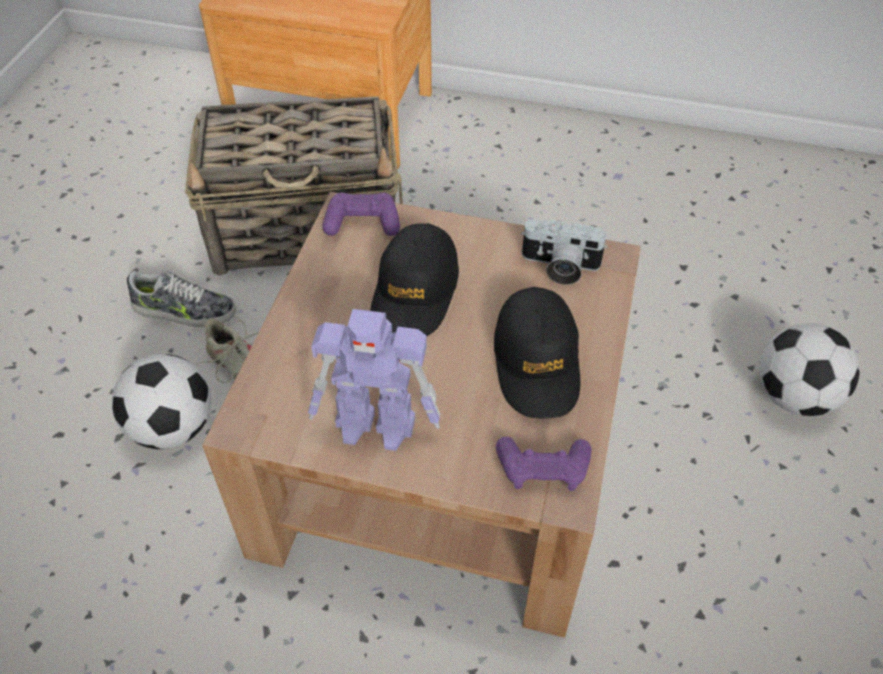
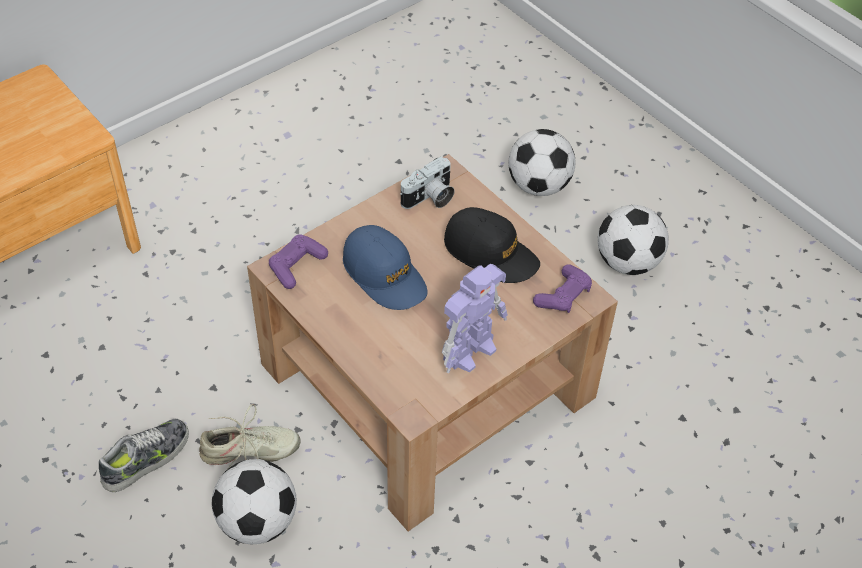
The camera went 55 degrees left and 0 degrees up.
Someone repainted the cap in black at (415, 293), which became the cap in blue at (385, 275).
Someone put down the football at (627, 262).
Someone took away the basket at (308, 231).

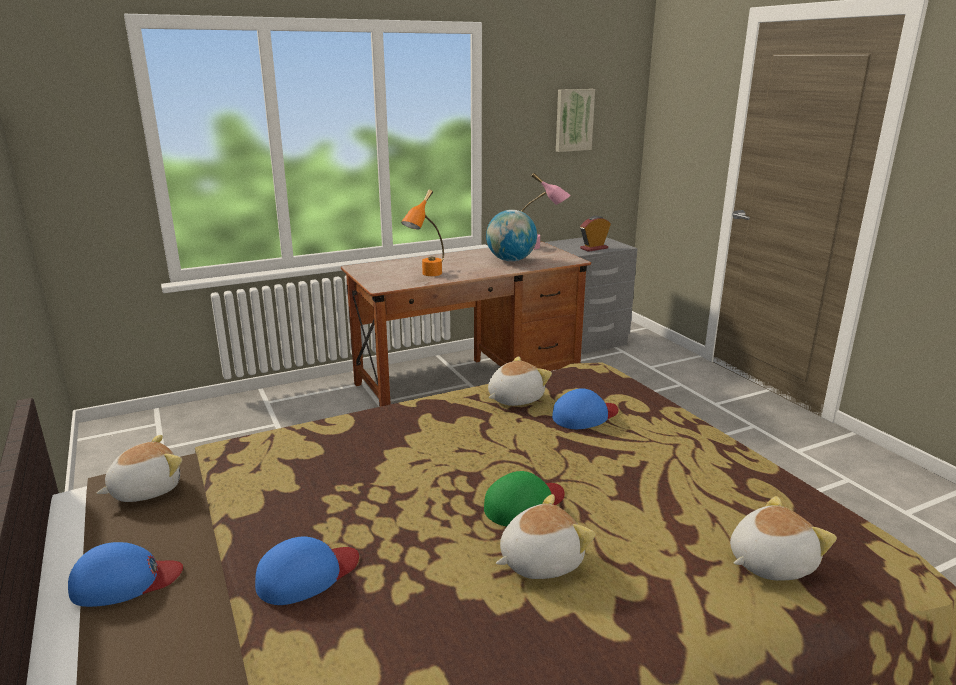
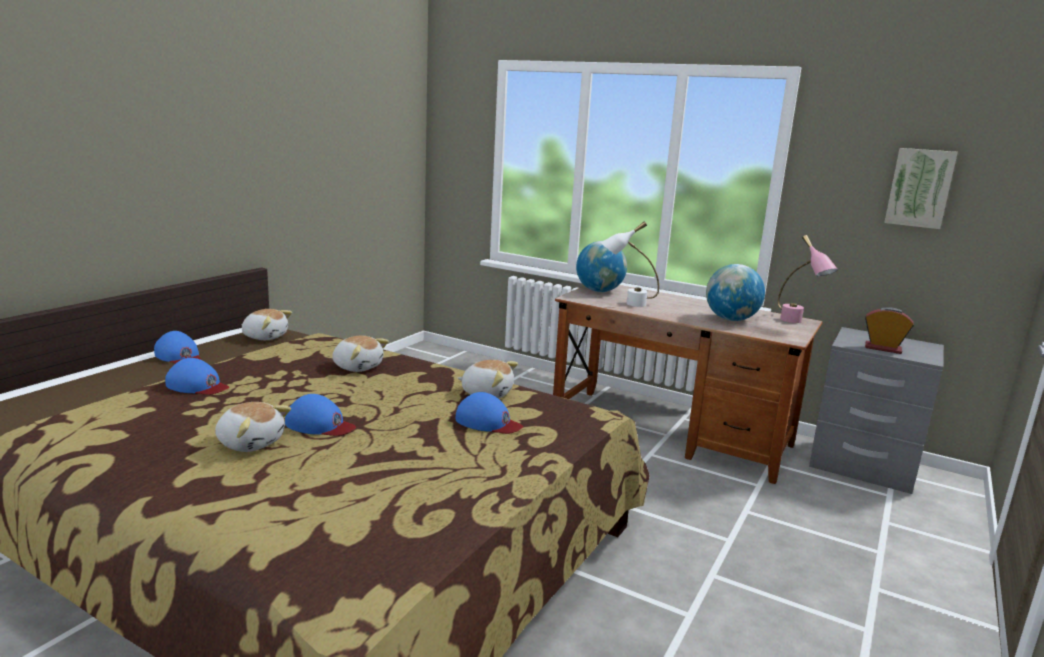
The camera went 55 degrees right and 5 degrees down.
Someone repainted the cap in green at (524, 504), which became the cap in blue at (319, 425).
Someone carried the plush toy from (769, 562) to (358, 367).
Someone put down the globe at (599, 291).
Someone repainted the table lamp in orange at (426, 276), which became the table lamp in white at (626, 303).

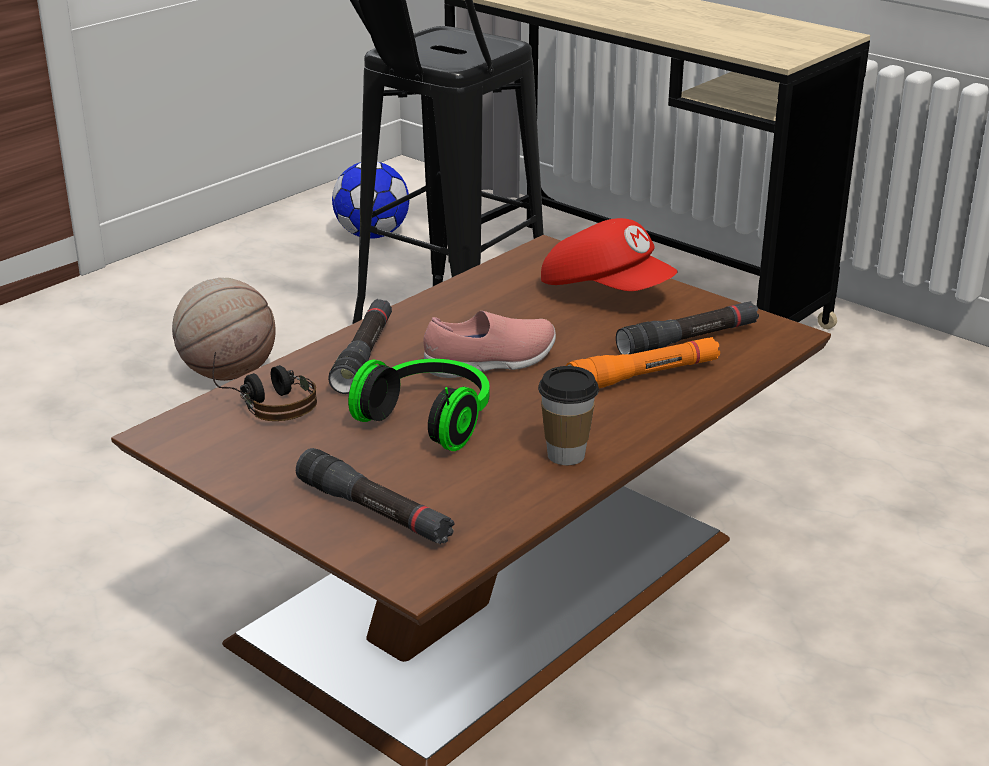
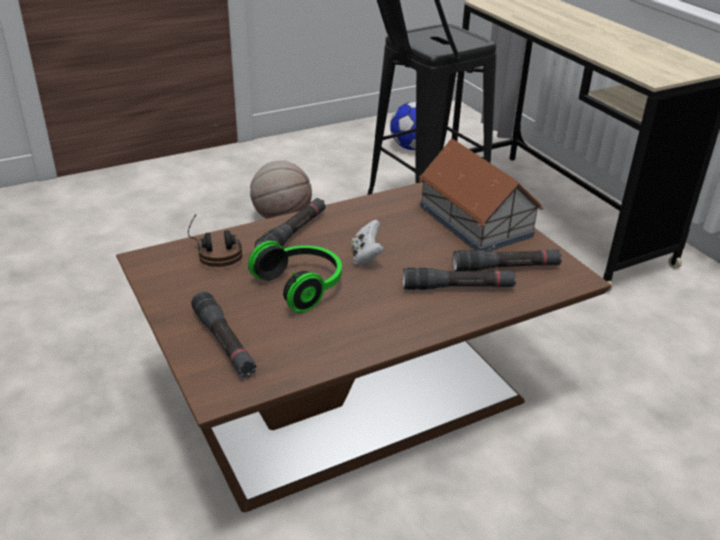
The camera went 20 degrees right and 5 degrees up.
Someone swapped the shoe in pink at (491, 364) for the game controller in white at (366, 256).
Someone repainted the flashlight in orange at (643, 376), which became the flashlight in black at (458, 287).
Someone swapped the cap in red at (606, 291) for the toy house at (475, 220).
Someone took away the cup at (566, 455).

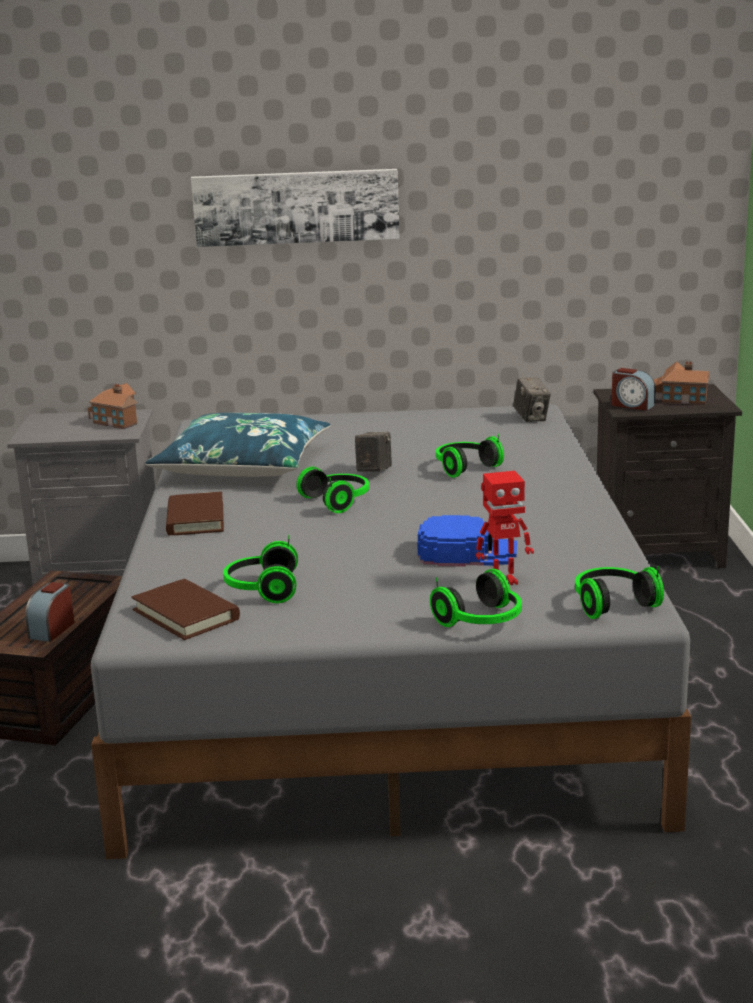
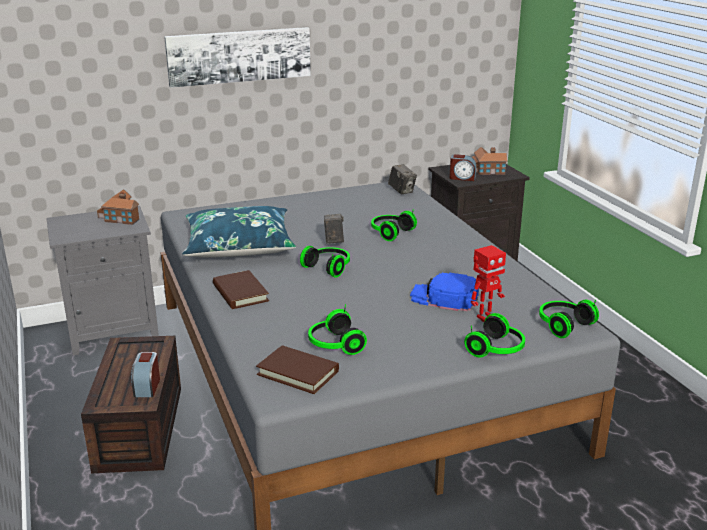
The camera went 20 degrees left and 5 degrees up.
Someone rotated the cap in blue at (467, 552) by 150 degrees counterclockwise.

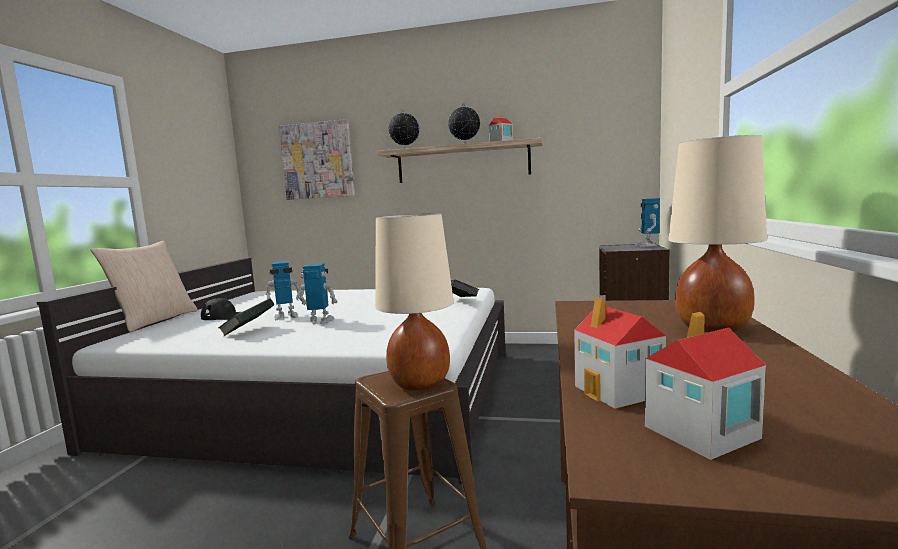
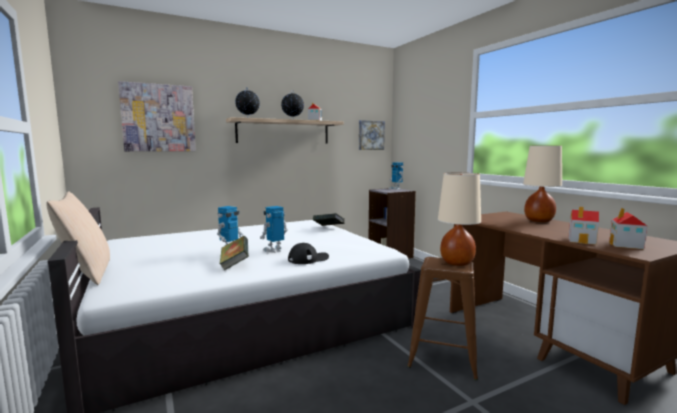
The camera went 40 degrees left and 0 degrees up.
Someone carried the cap in black from (224, 316) to (308, 259).
Someone put up the picture at (370, 135).

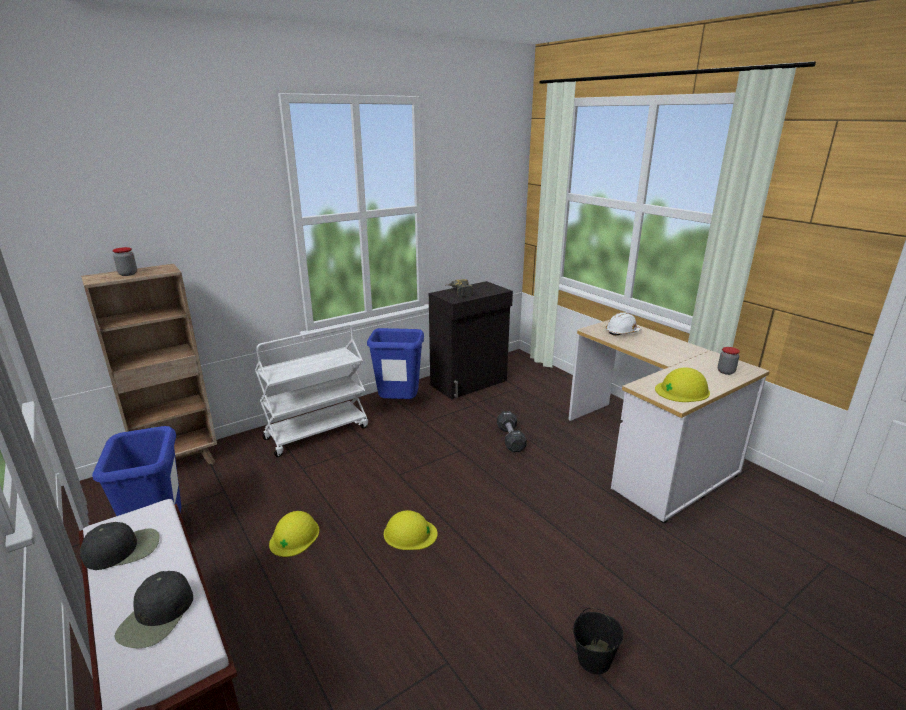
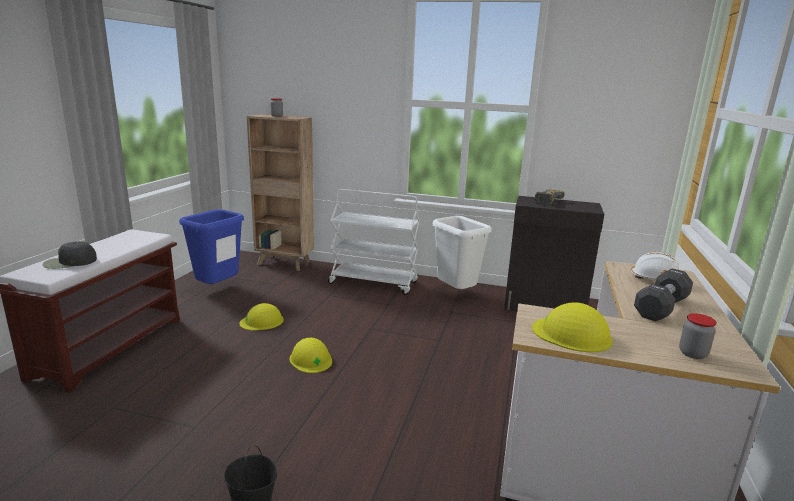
The camera went 50 degrees right and 5 degrees down.
Someone repainted the trash can in blue at (398, 405), which became the trash can in white at (455, 294).
Someone carried the dumbbell in black from (510, 439) to (661, 307).
Someone took away the cap in black at (123, 549).

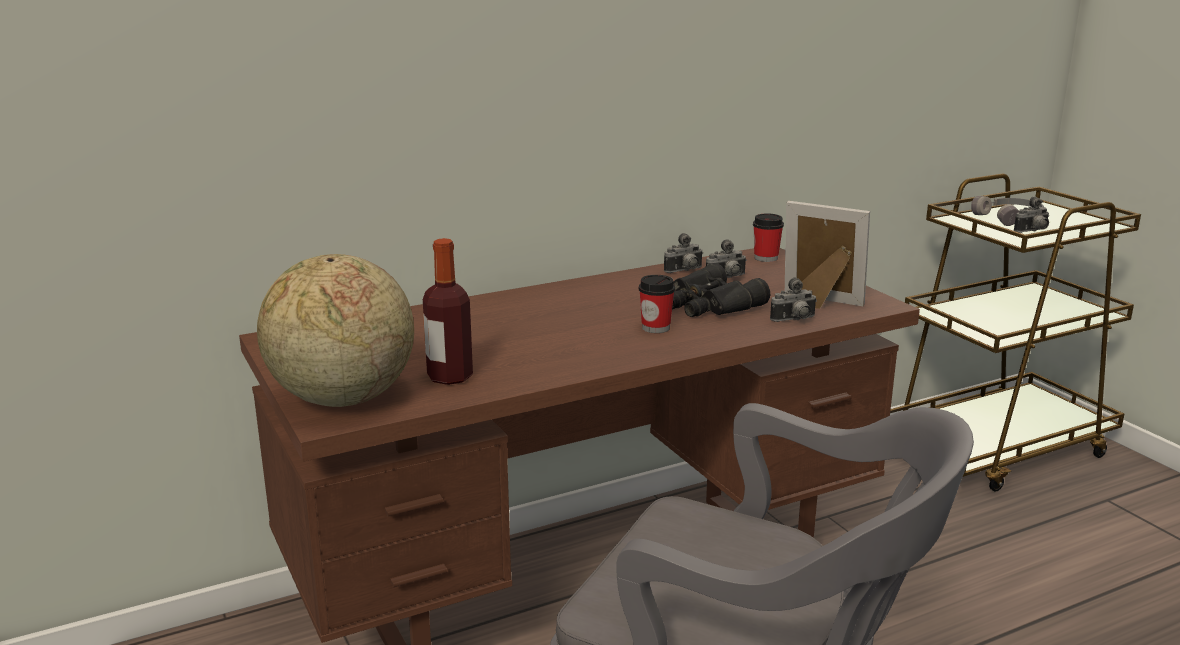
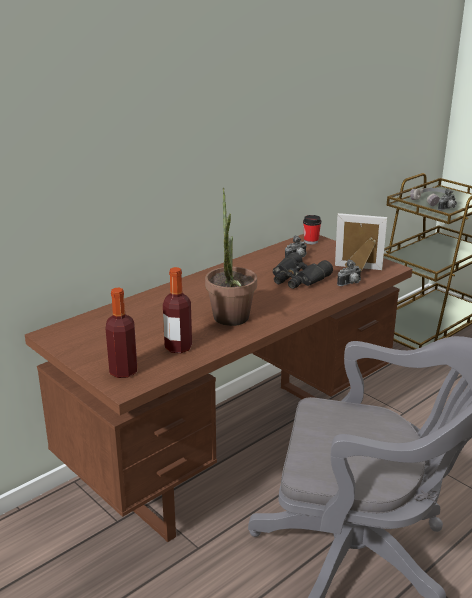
The camera went 15 degrees left and 5 degrees up.
Someone swapped the globe at (342, 399) for the bottle at (123, 371).
Someone put down the potted plant at (231, 321).
Someone took away the cup at (655, 328).
Someone took away the photo camera at (685, 271).

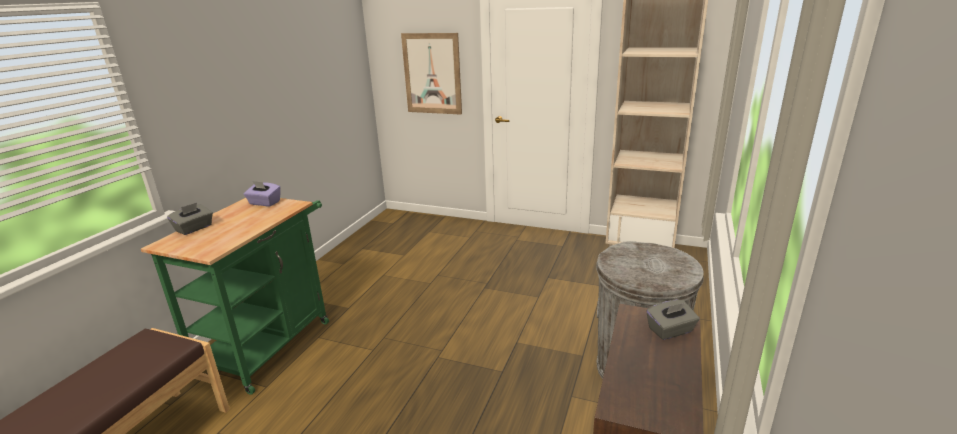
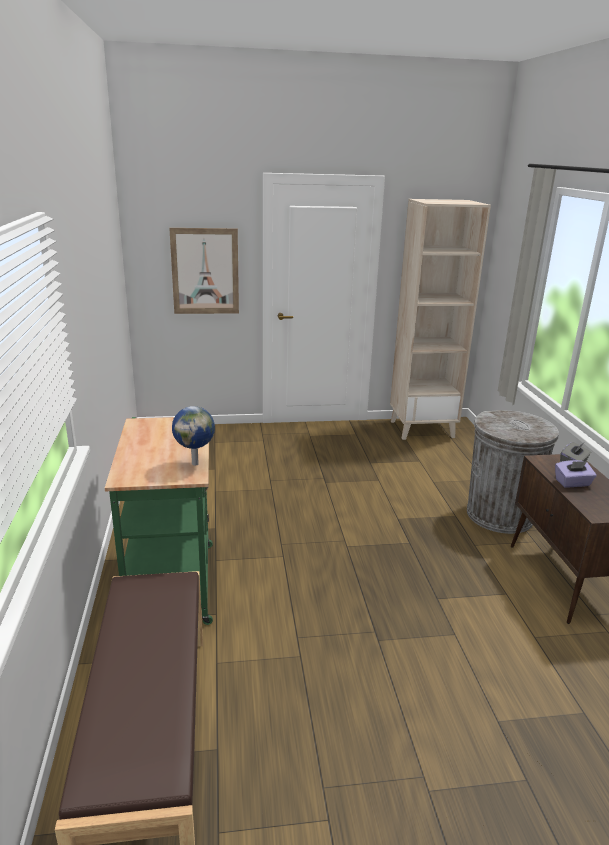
The camera went 30 degrees left and 0 degrees up.
Someone put down the globe at (195, 463).
Someone carried the tissue box in purple from (264, 203) to (572, 483).
Someone took away the tissue box in grey at (194, 228).

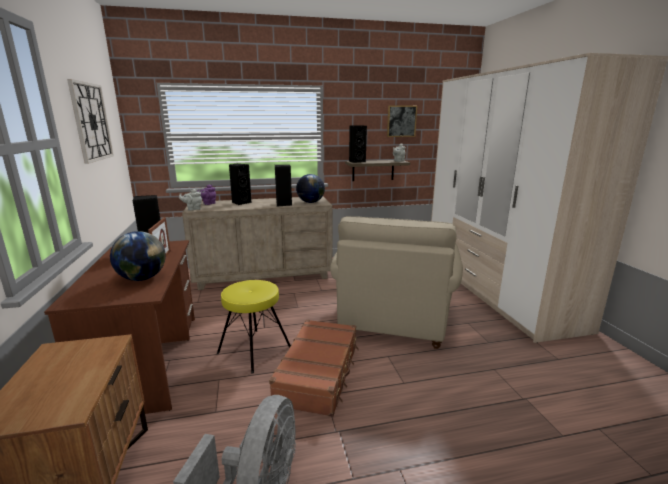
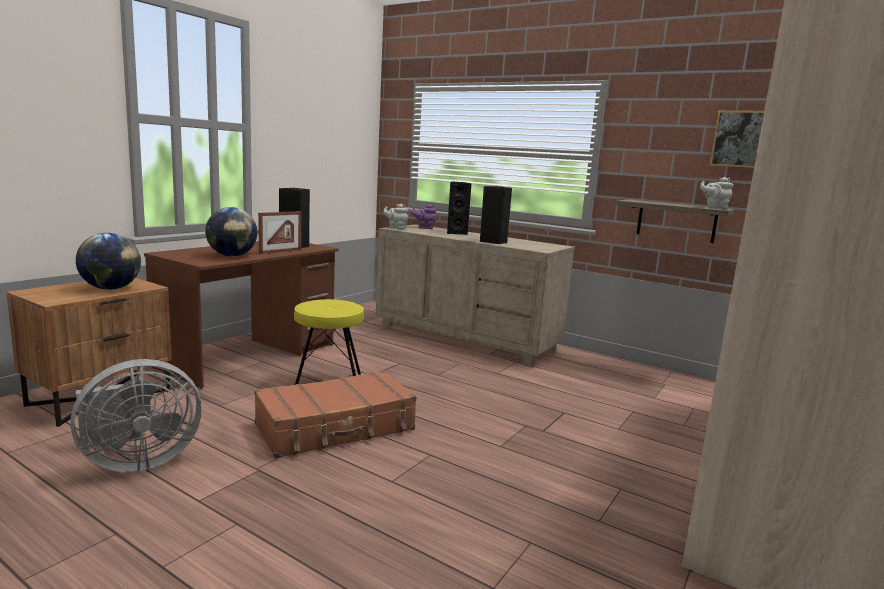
The camera went 45 degrees right and 5 degrees down.
Someone carried the globe from (310, 202) to (111, 288).
Someone took away the wall clock at (91, 122).
Someone took away the armchair in beige at (394, 317).
Someone took away the speaker in black at (356, 161).

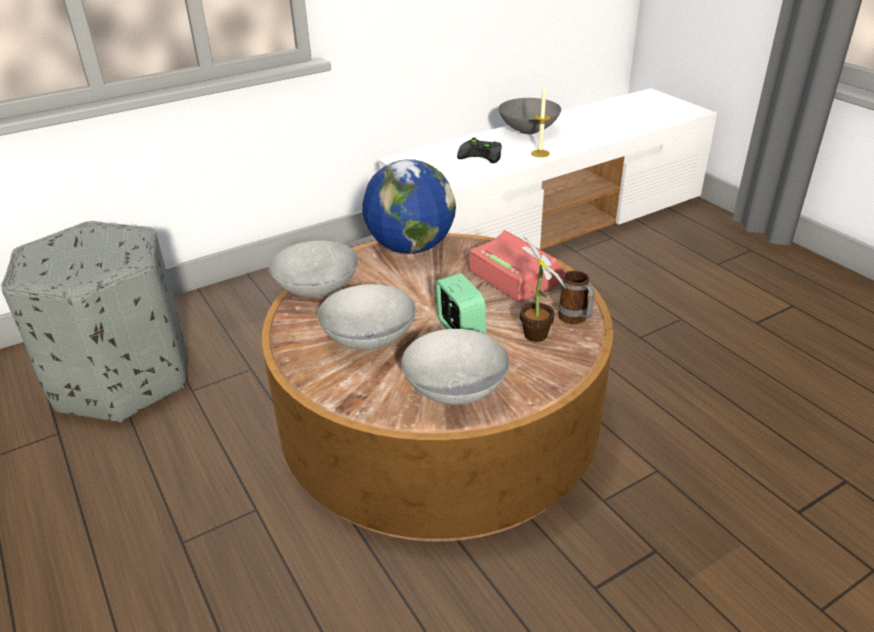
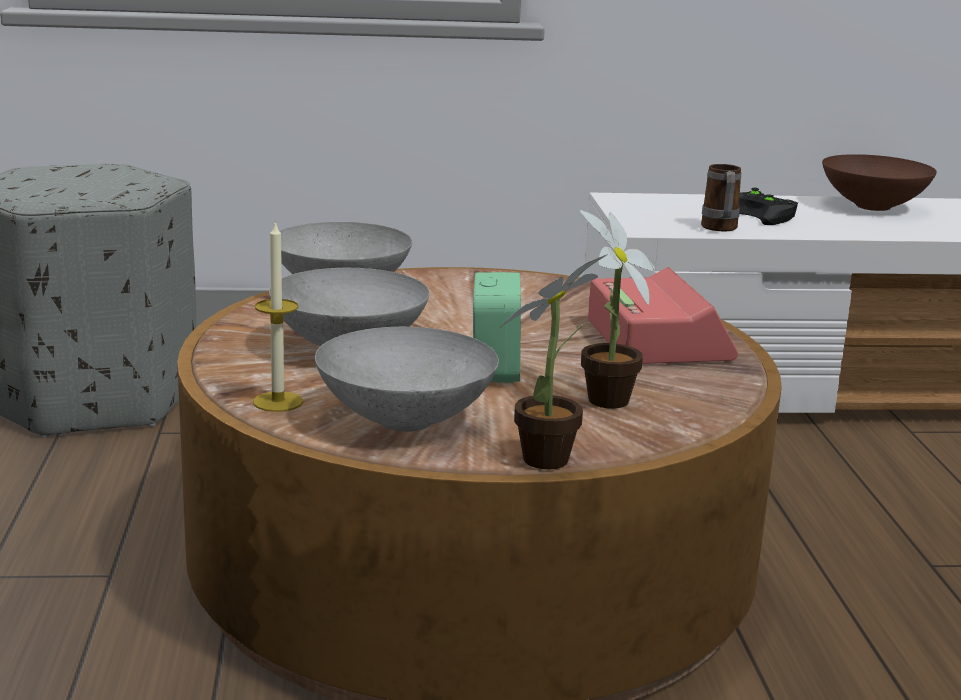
The camera went 25 degrees right and 15 degrees down.
Someone carried the candle from (540, 153) to (278, 402).
Someone put down the potted plant at (552, 457).
Someone carried the mug from (575, 320) to (720, 229).
Someone repainted the bowl in grey at (527, 130), which became the bowl in brown at (872, 206).
Someone took away the globe at (410, 247).

